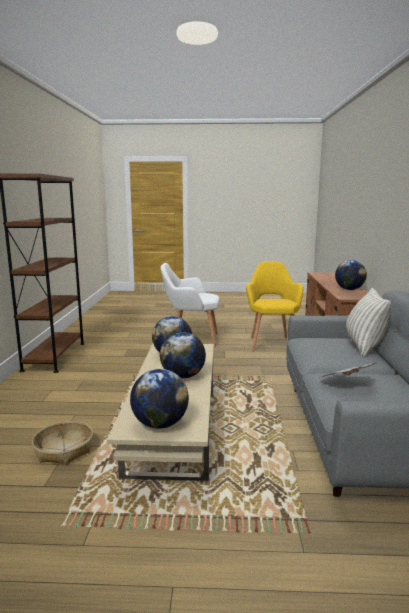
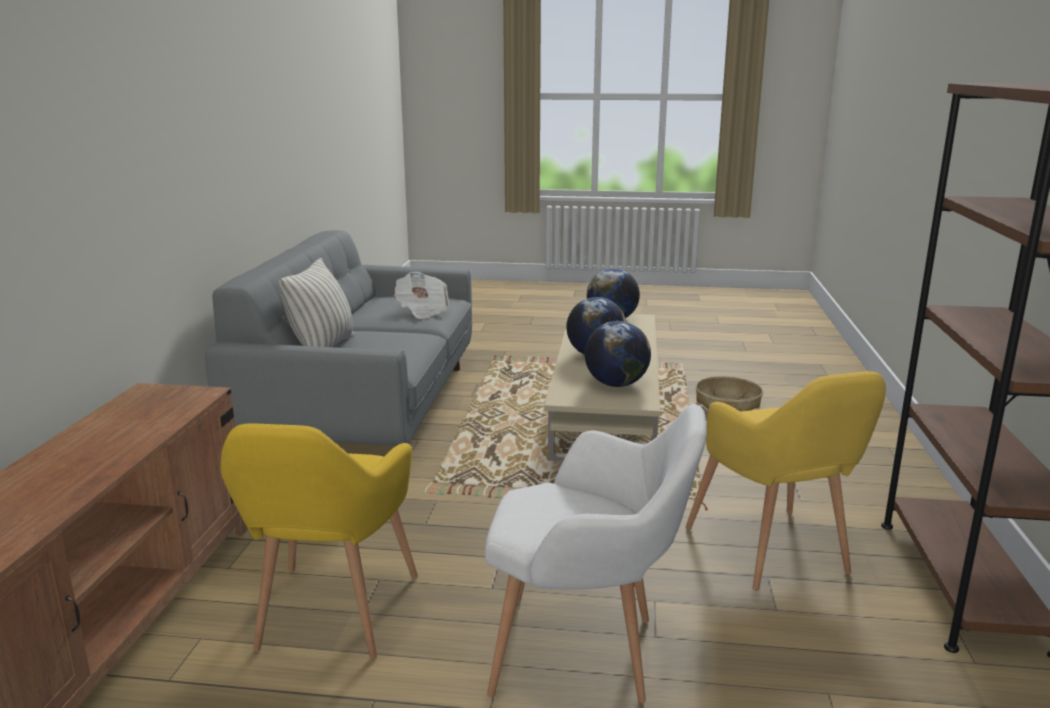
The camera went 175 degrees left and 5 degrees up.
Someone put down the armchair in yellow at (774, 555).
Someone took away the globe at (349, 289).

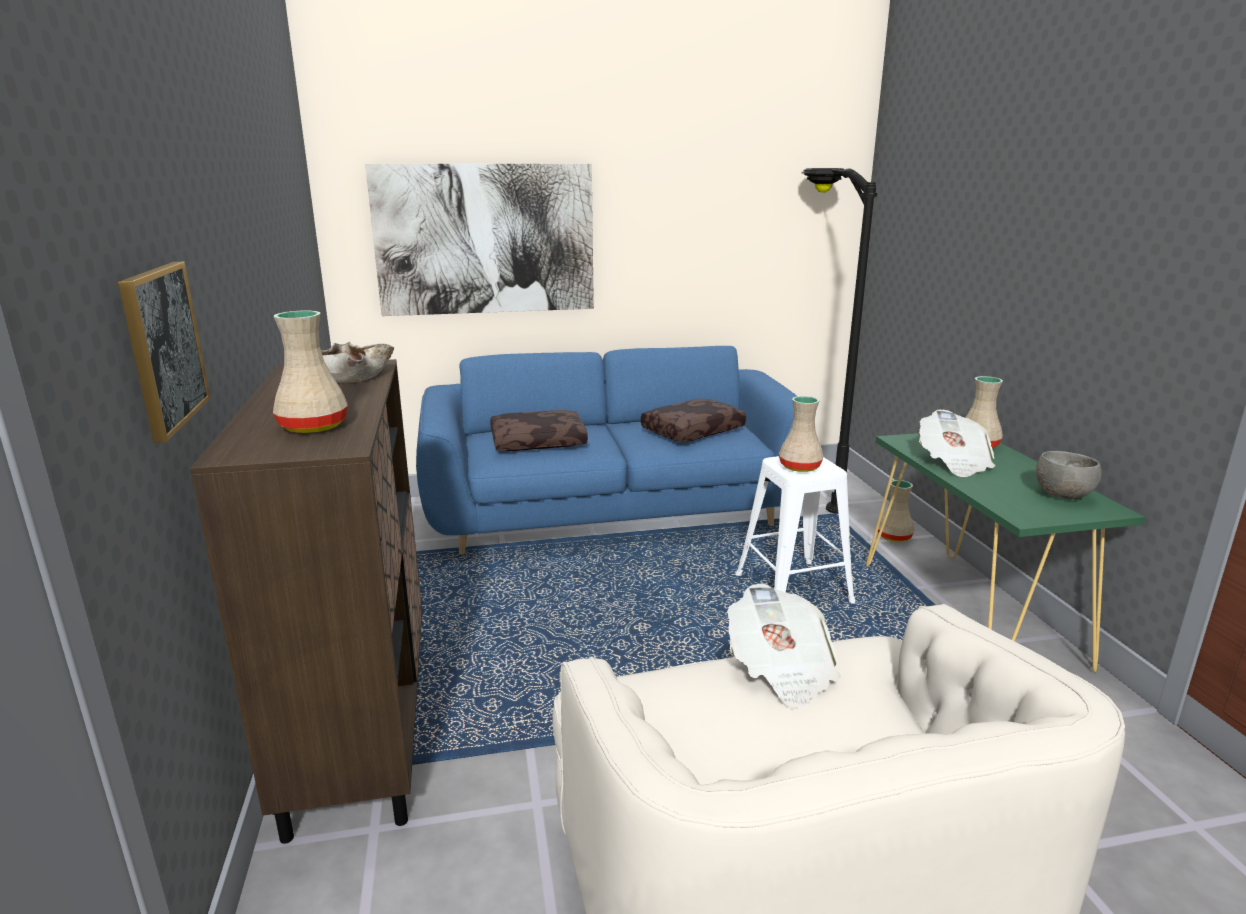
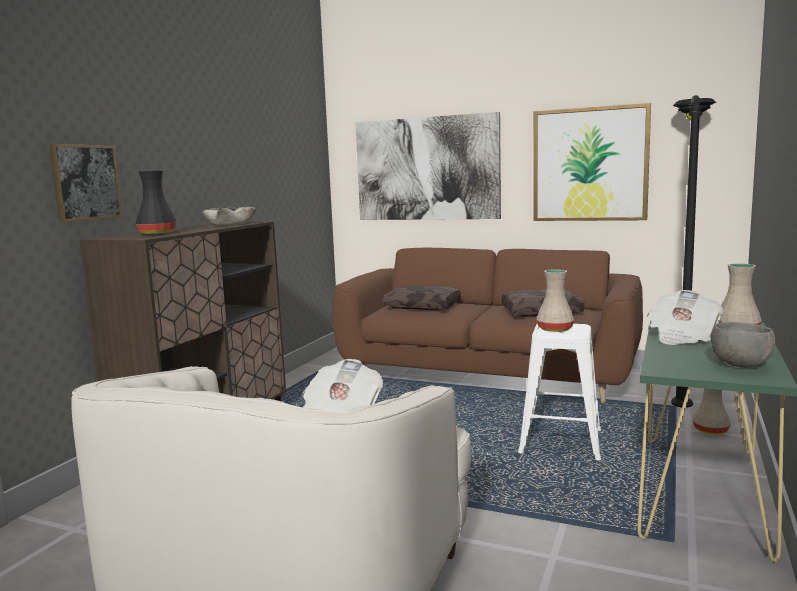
The camera went 35 degrees right and 10 degrees down.
Someone repainted the vase in beige at (315, 427), which became the vase in black at (157, 233).
Someone repainted the sofa in blue at (611, 514), which became the sofa in brown at (487, 376).
Someone put up the picture at (589, 164).

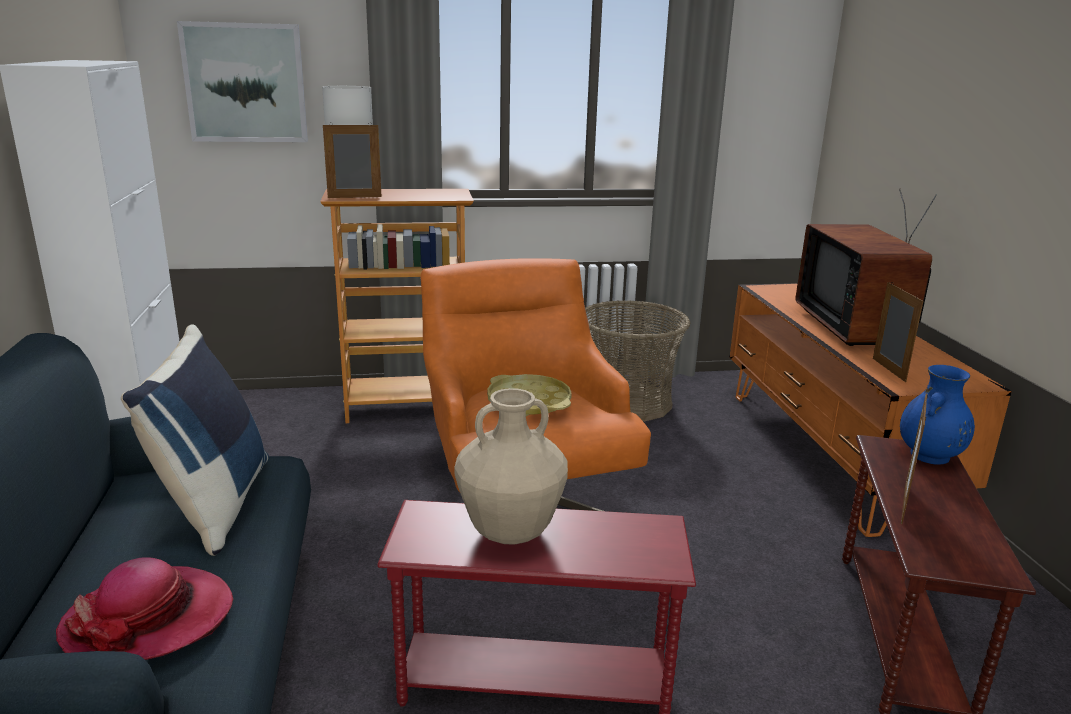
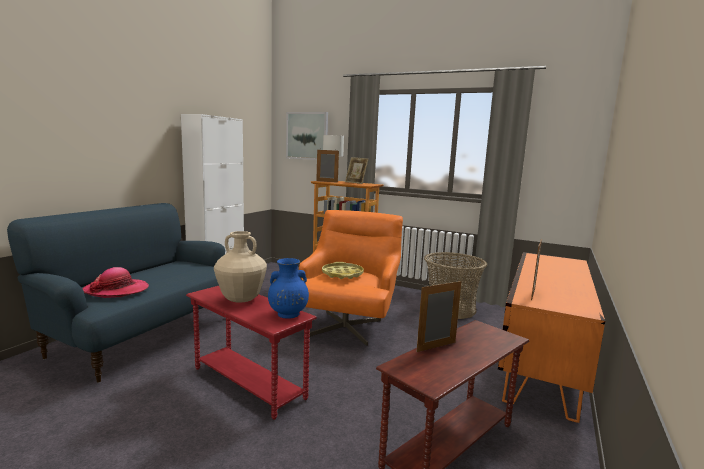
The camera went 35 degrees right and 10 degrees down.
Someone carried the vase in blue from (929, 456) to (287, 314).
Someone put down the picture frame at (356, 183).
Someone took away the pillow in blue at (214, 503).
Someone took away the television at (858, 328).

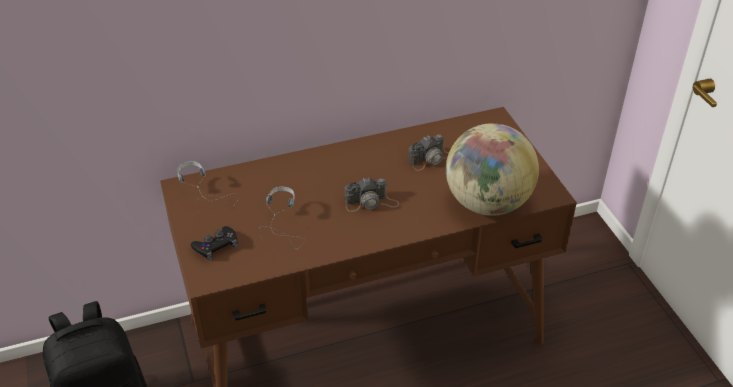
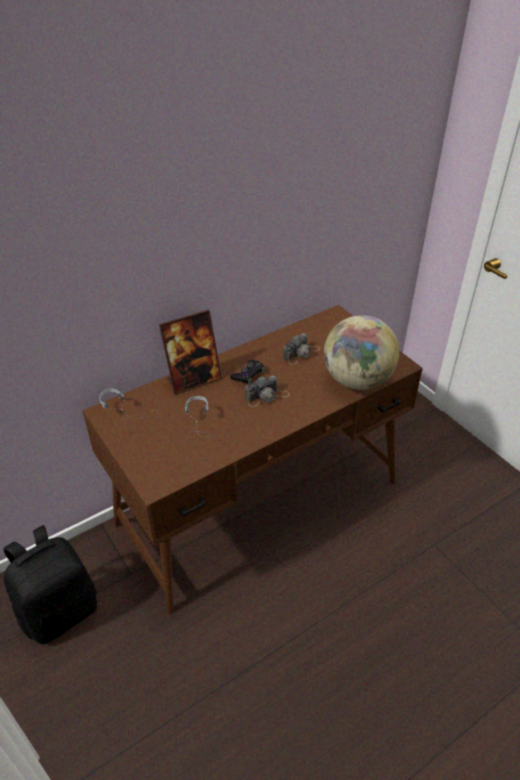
The camera went 15 degrees left and 0 degrees up.
Someone put down the picture frame at (193, 380).
Someone carried the game controller in black from (216, 246) to (248, 375).

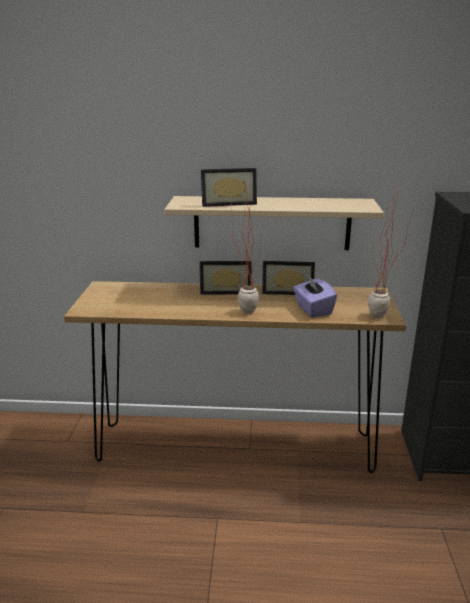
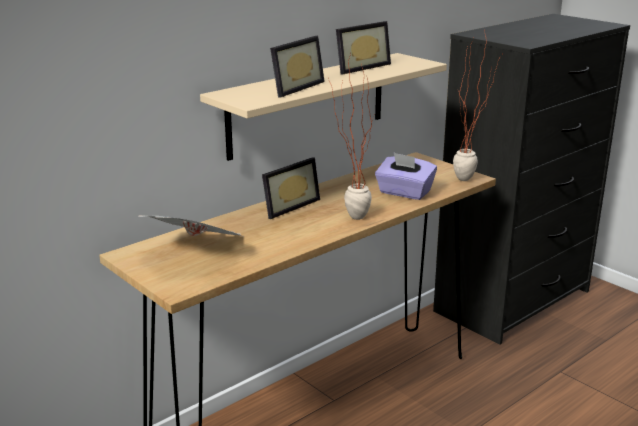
The camera went 45 degrees left and 0 degrees up.
Someone put down the newspaper at (198, 252).
Someone carried the picture frame from (287, 291) to (358, 67).

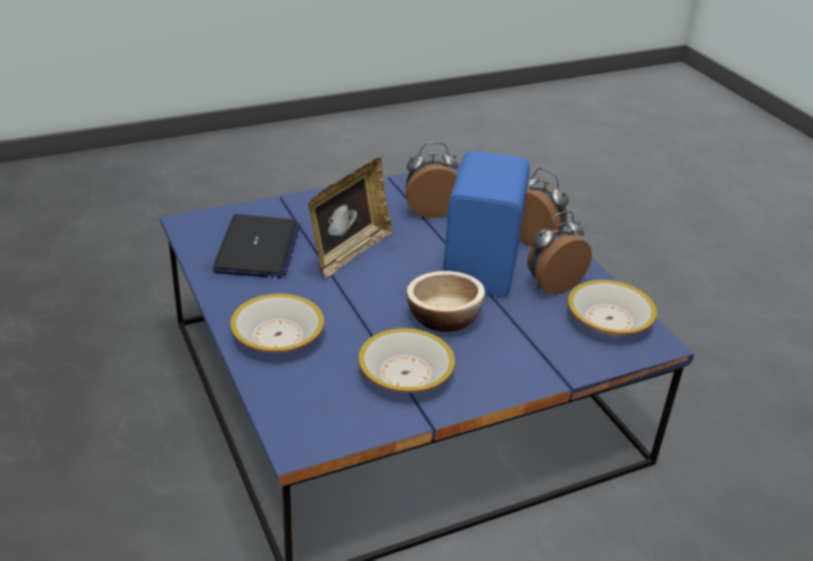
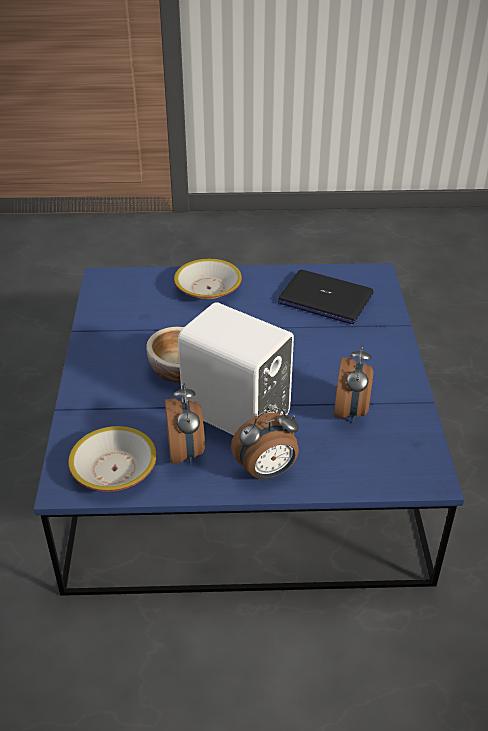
The camera went 115 degrees right and 5 degrees up.
Someone repainted the speaker in blue at (484, 268), which became the speaker in white at (236, 416).
Someone took away the picture frame at (349, 252).
Someone took away the bowl at (405, 374).

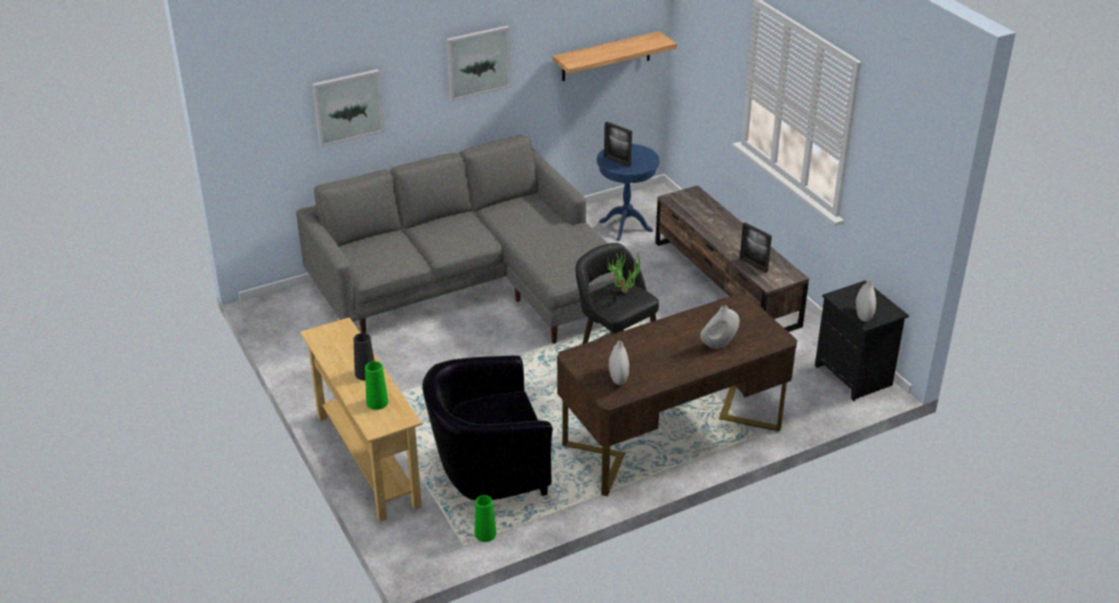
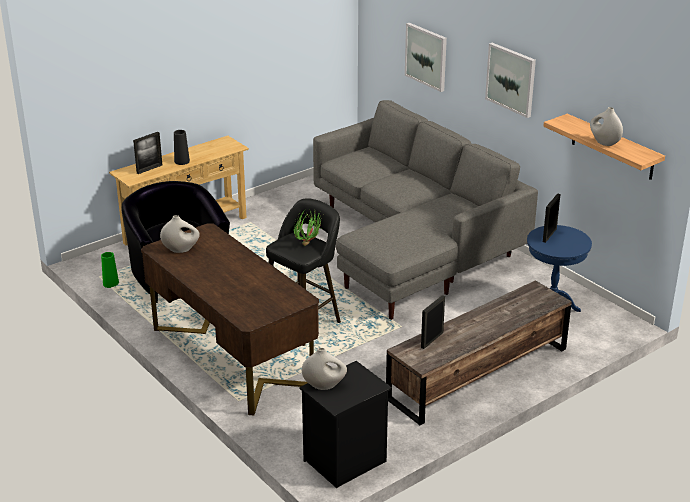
The camera went 80 degrees right and 5 degrees down.
Someone swapped the vase in green at (377, 402) for the picture frame at (149, 169).
Someone carried the vase in white from (718, 344) to (604, 143).

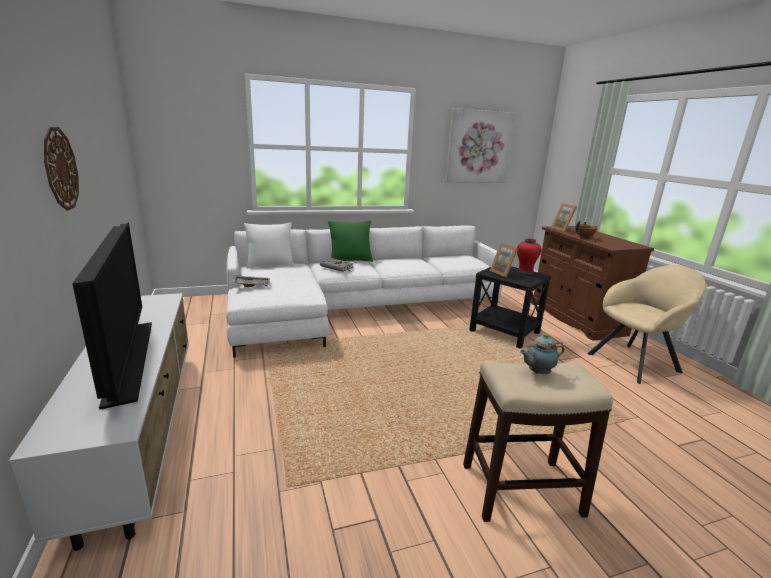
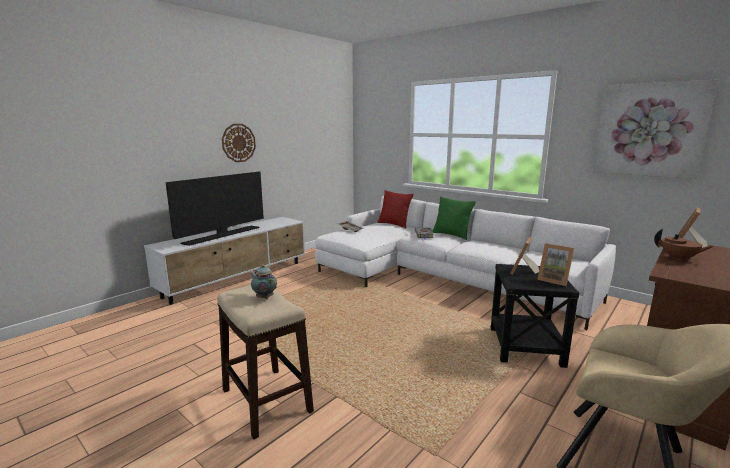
The camera went 60 degrees right and 5 degrees down.
Someone repainted the pillow in white at (270, 265), which became the pillow in red at (394, 224).
Someone swapped the vase in red at (525, 272) for the picture frame at (554, 280).

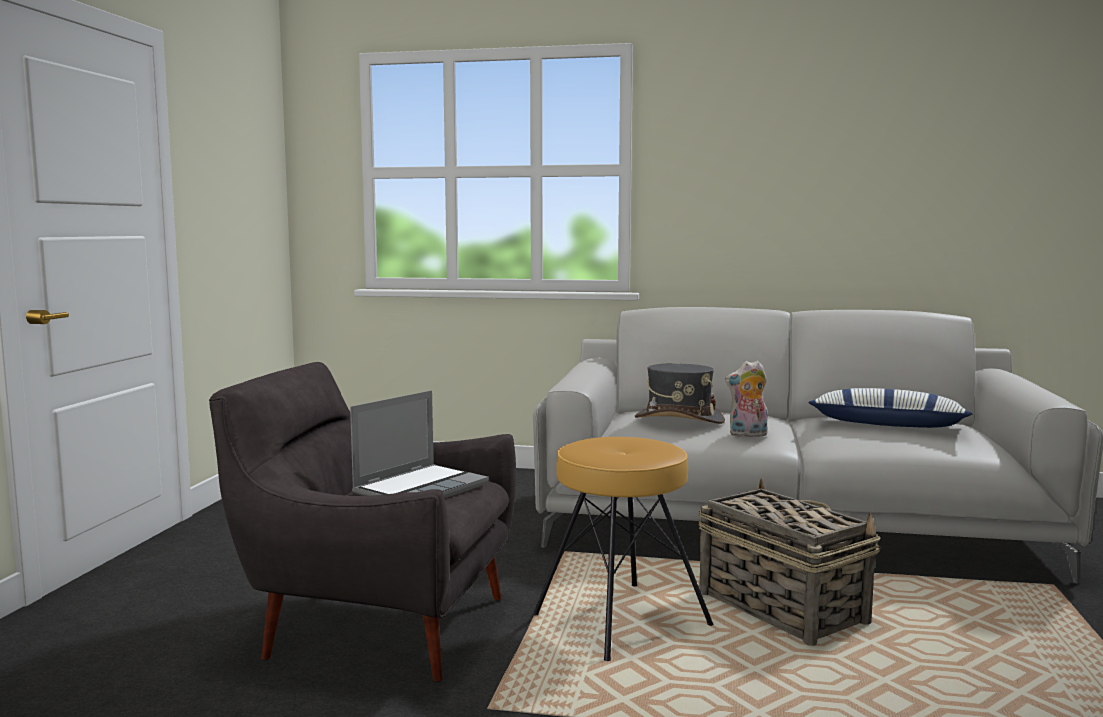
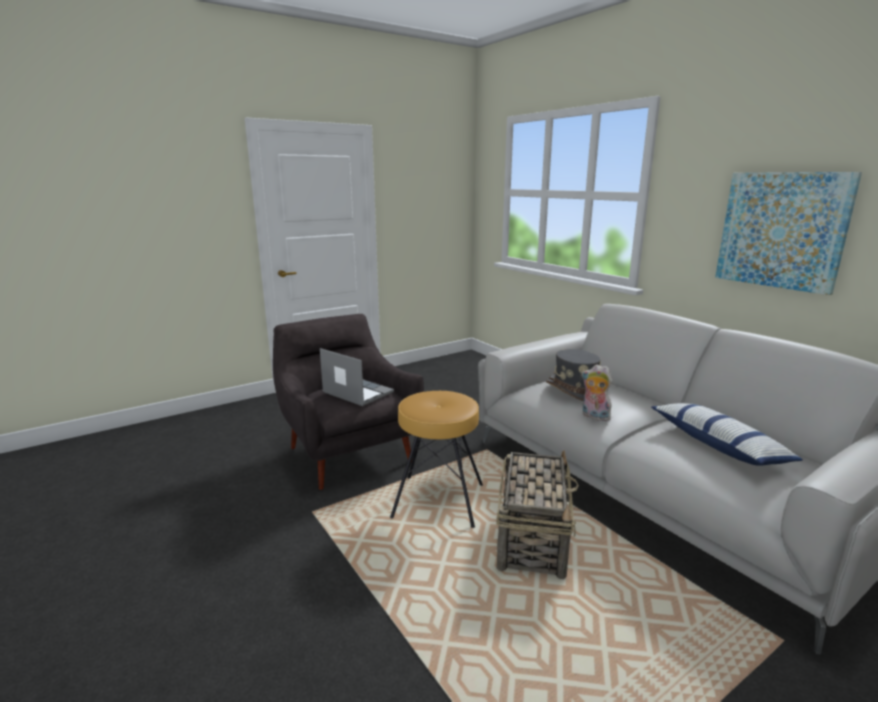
The camera went 45 degrees right and 10 degrees up.
Someone rotated the laptop at (421, 488) by 135 degrees counterclockwise.
Someone put up the picture at (782, 230).

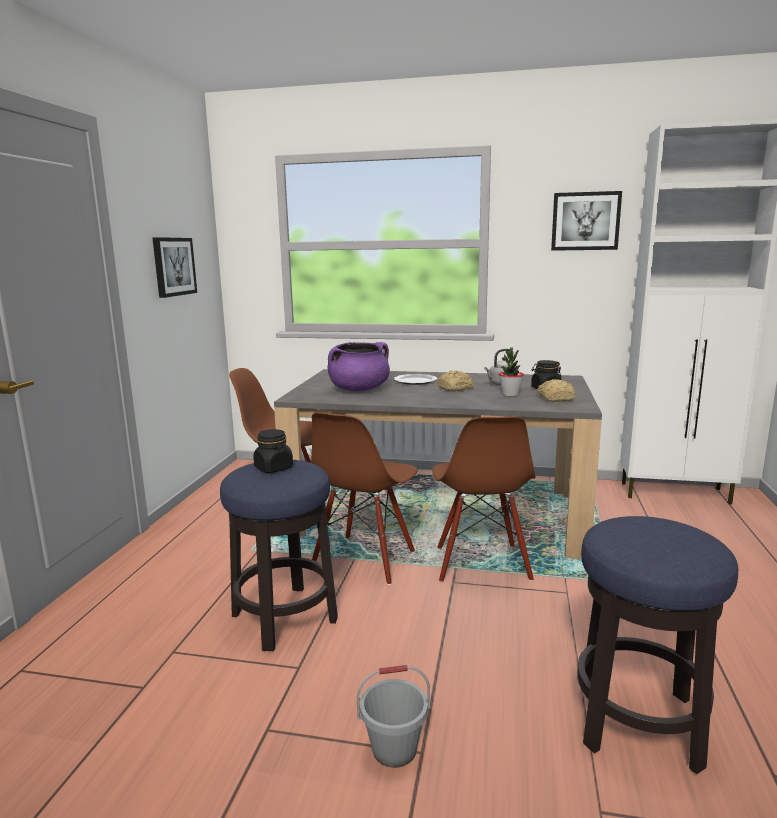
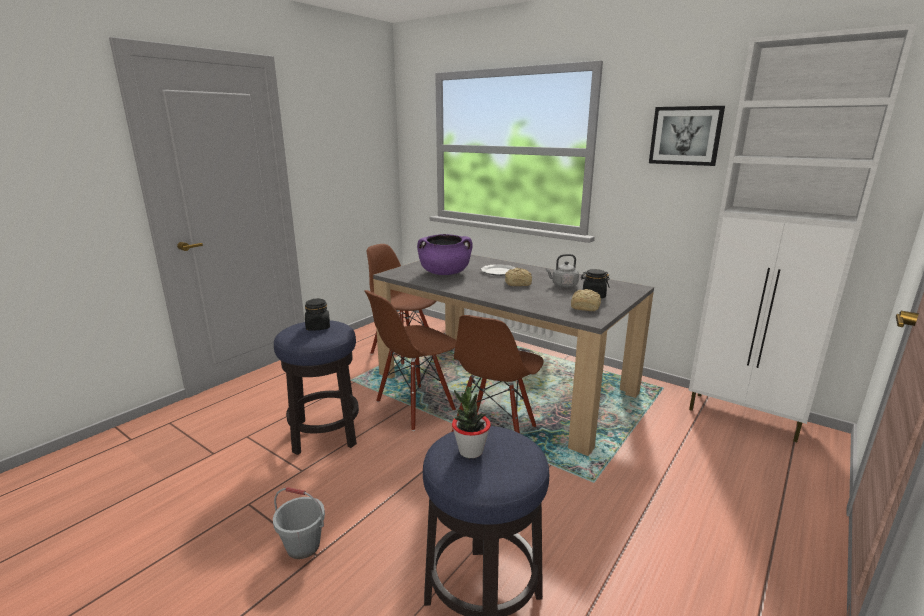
The camera went 25 degrees right and 5 degrees up.
Someone carried the potted plant from (510, 394) to (470, 451).
Someone took away the picture at (173, 266).

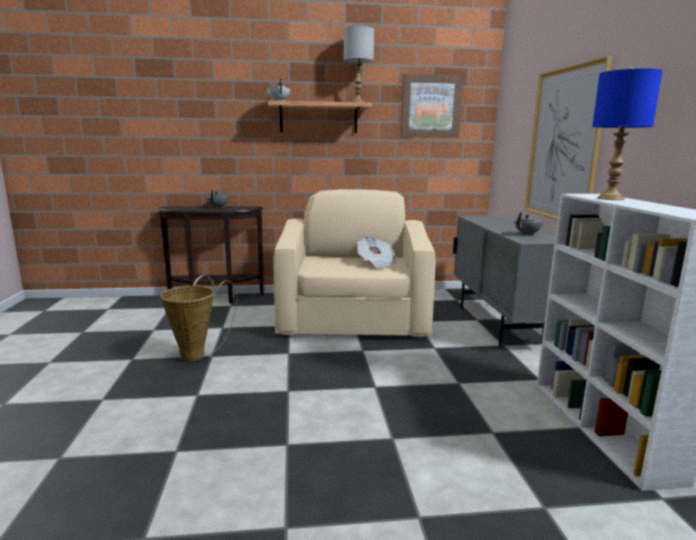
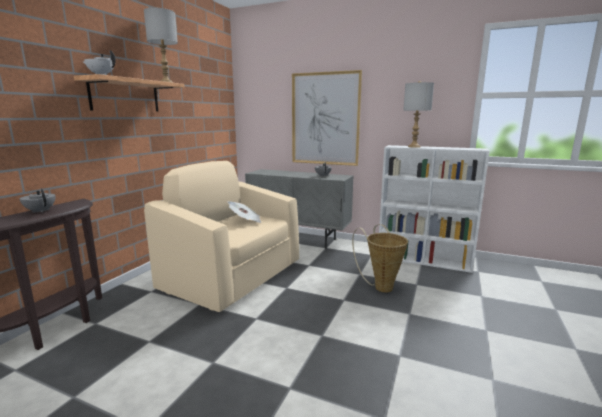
The camera went 60 degrees left and 0 degrees up.
Someone carried the basket from (197, 355) to (381, 286).
Someone repainted the table lamp in blue at (611, 198), which became the table lamp in grey at (414, 146).
Someone took away the picture at (430, 106).

